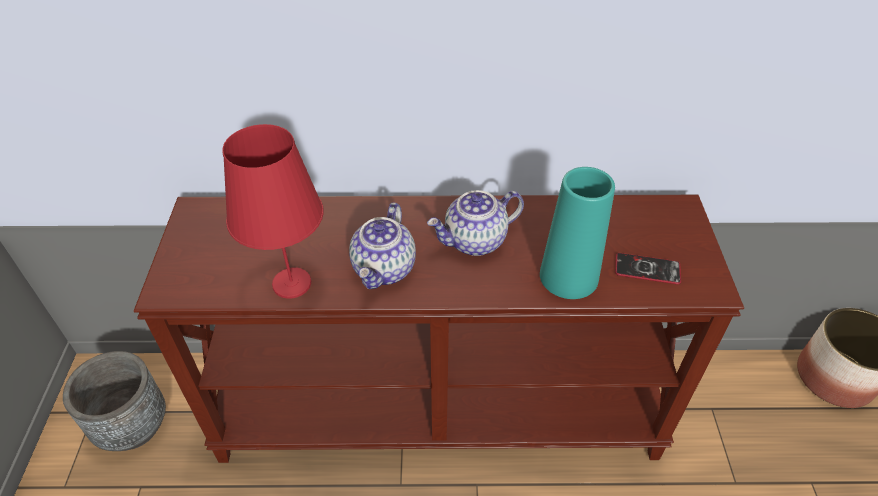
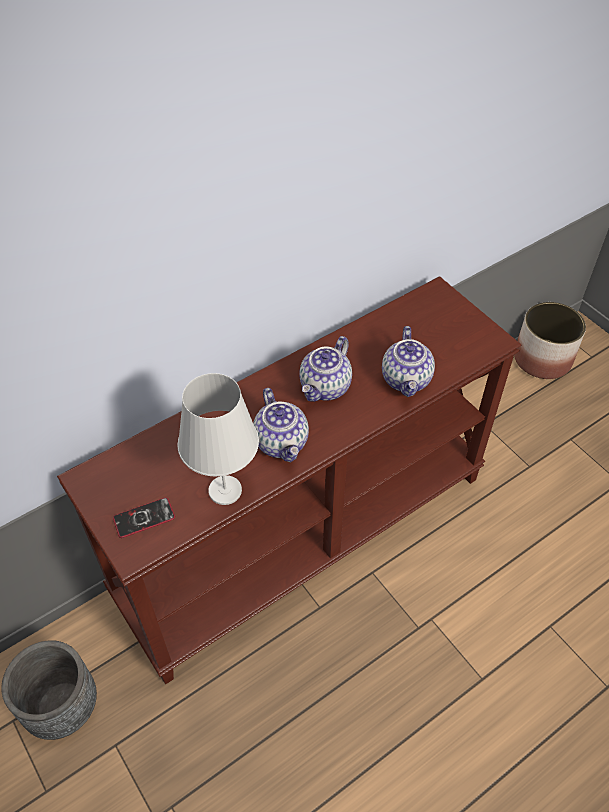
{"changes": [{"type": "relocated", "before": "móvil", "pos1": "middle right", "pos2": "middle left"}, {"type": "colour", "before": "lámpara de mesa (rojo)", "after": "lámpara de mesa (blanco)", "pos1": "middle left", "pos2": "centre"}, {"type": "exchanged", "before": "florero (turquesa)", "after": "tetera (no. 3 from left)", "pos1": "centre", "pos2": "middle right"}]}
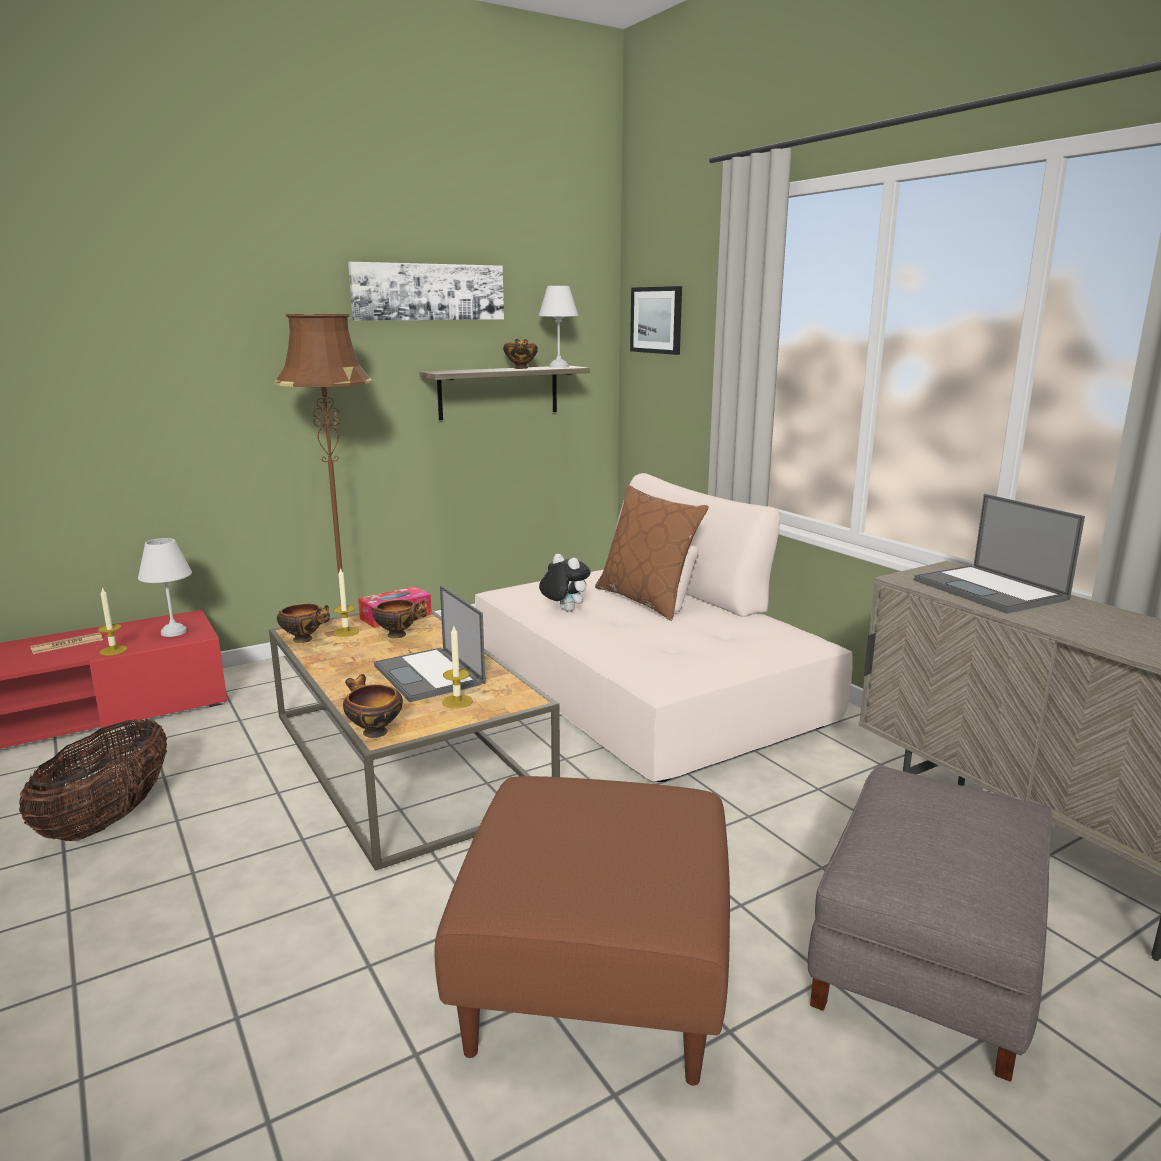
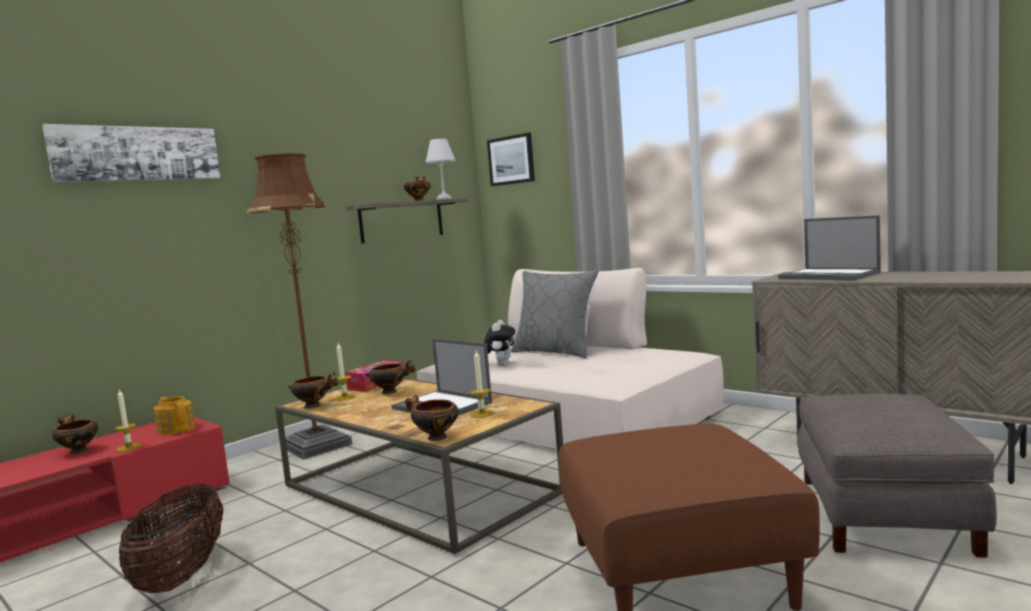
{"changes": [{"type": "relocated", "before": "cuadro (no. 1 from left)", "pos1": "top centre", "pos2": "top left"}, {"type": "exchanged", "before": "periódico", "after": "cuenco (no. 1 from left)", "pos1": "middle left", "pos2": "bottom left"}, {"type": "exchanged", "before": "lámpara de mesa (blanco) (no. 1 from left)", "after": "tetera", "pos1": "middle left", "pos2": "bottom left"}, {"type": "spun", "before": "peluche", "pos1": "centre", "pos2": "centre", "turn": 75}, {"type": "colour", "before": "cojín (marrón)", "after": "cojín (gris)", "pos1": "centre", "pos2": "centre"}]}
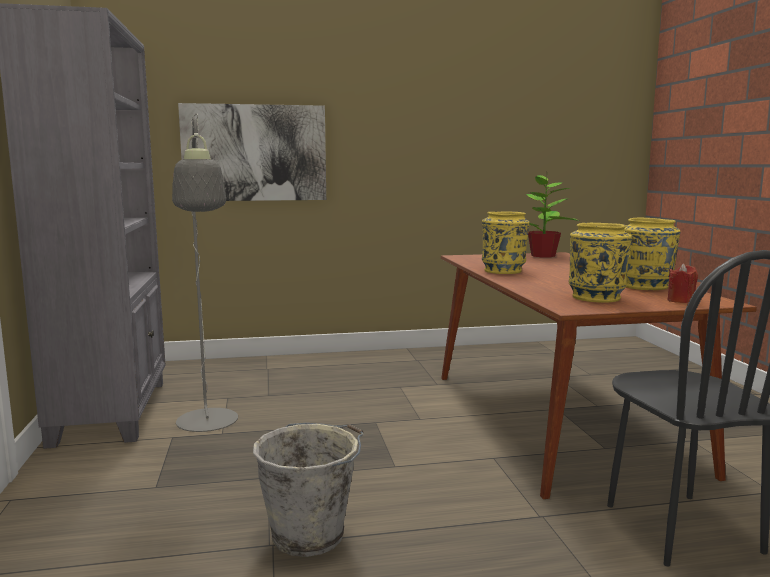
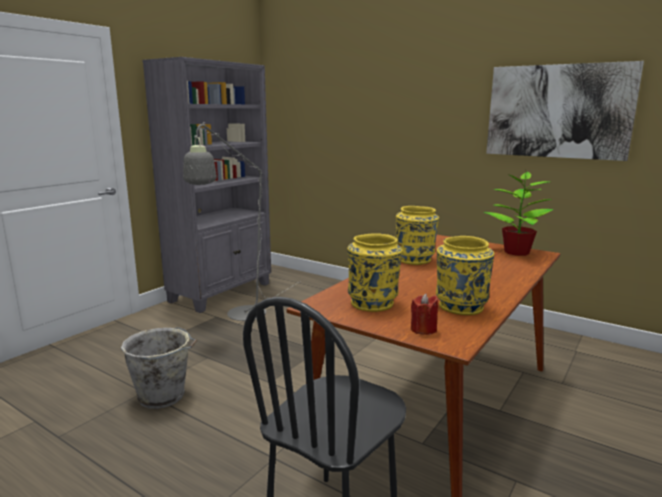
{"changes": [{"type": "relocated", "before": "cuadro", "pos1": "top left", "pos2": "top right"}]}
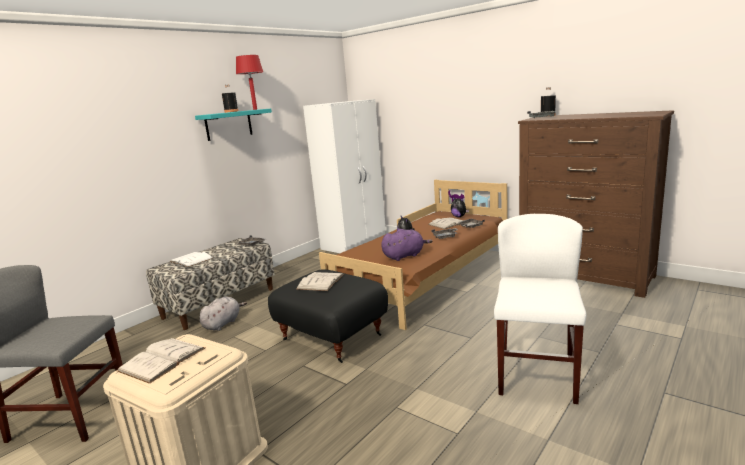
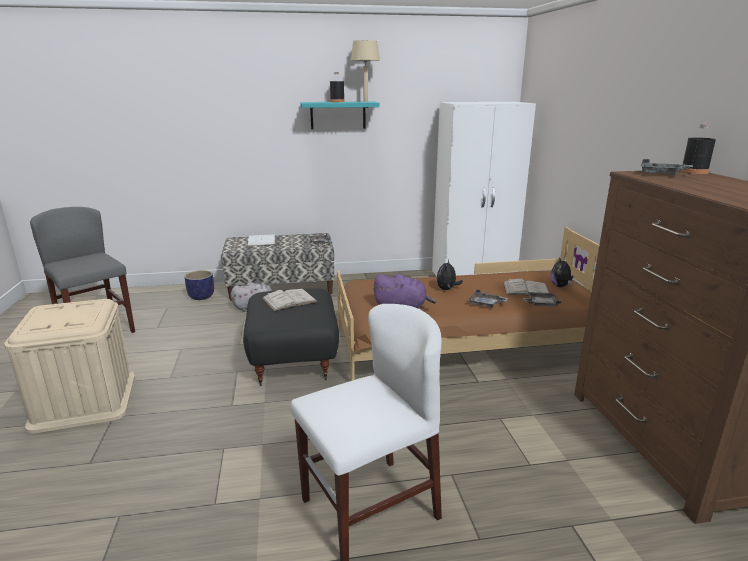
{"changes": [{"type": "appeared", "after": "maceta", "pos2": "middle left"}, {"type": "colour", "before": "lámpara de mesa (rojo)", "after": "lámpara de mesa (beis)", "pos1": "top centre", "pos2": "top centre"}, {"type": "missing", "before": "libro (blanco) (no. 1 from left)", "pos1": "bottom left"}]}
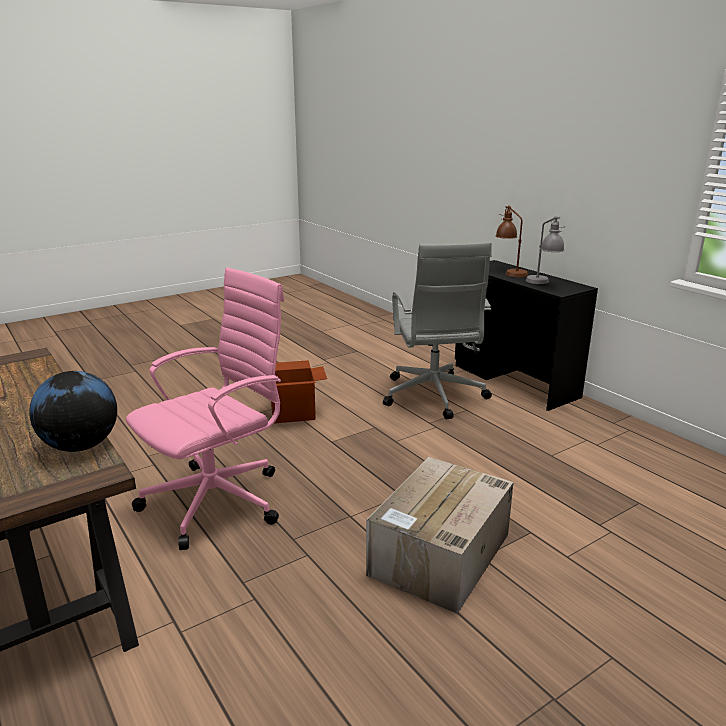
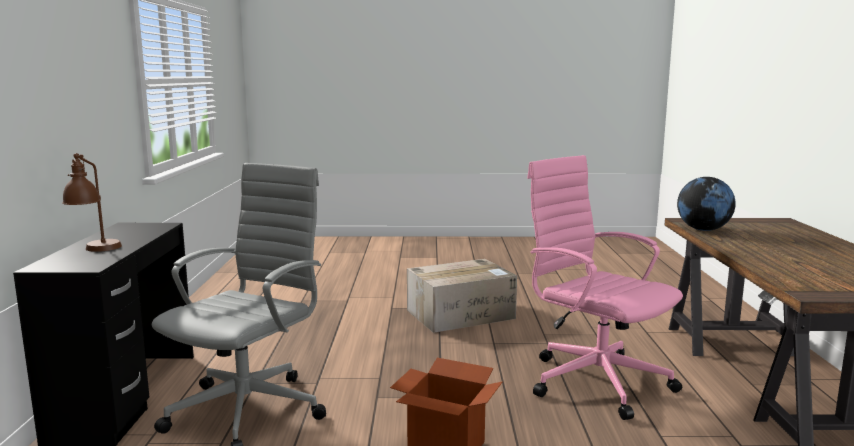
{"changes": [{"type": "spun", "before": "silla de oficina (rosa)", "pos1": "middle left", "pos2": "middle right", "turn": 60}, {"type": "missing", "before": "lámpara de mesa (gris)", "pos1": "middle right"}]}
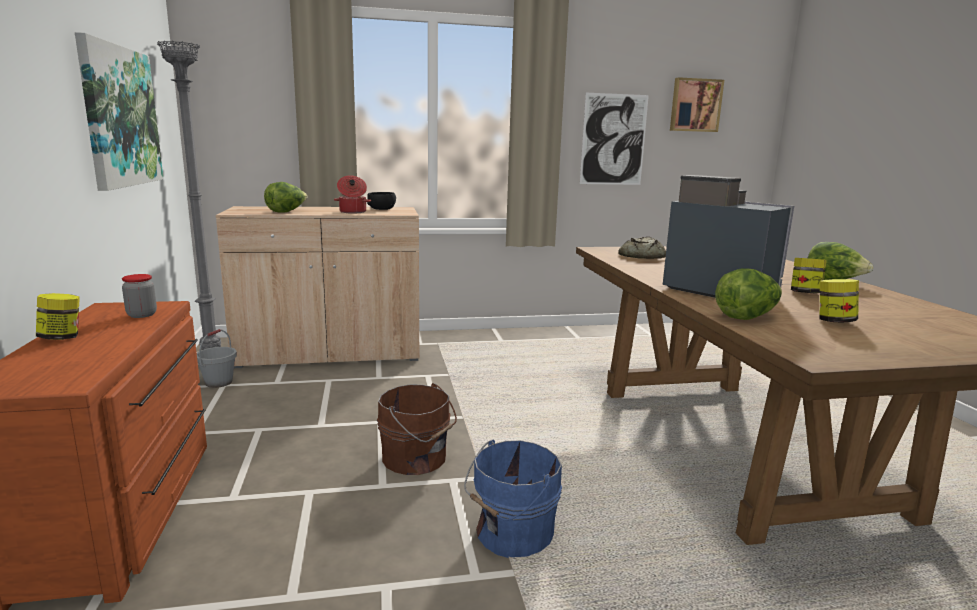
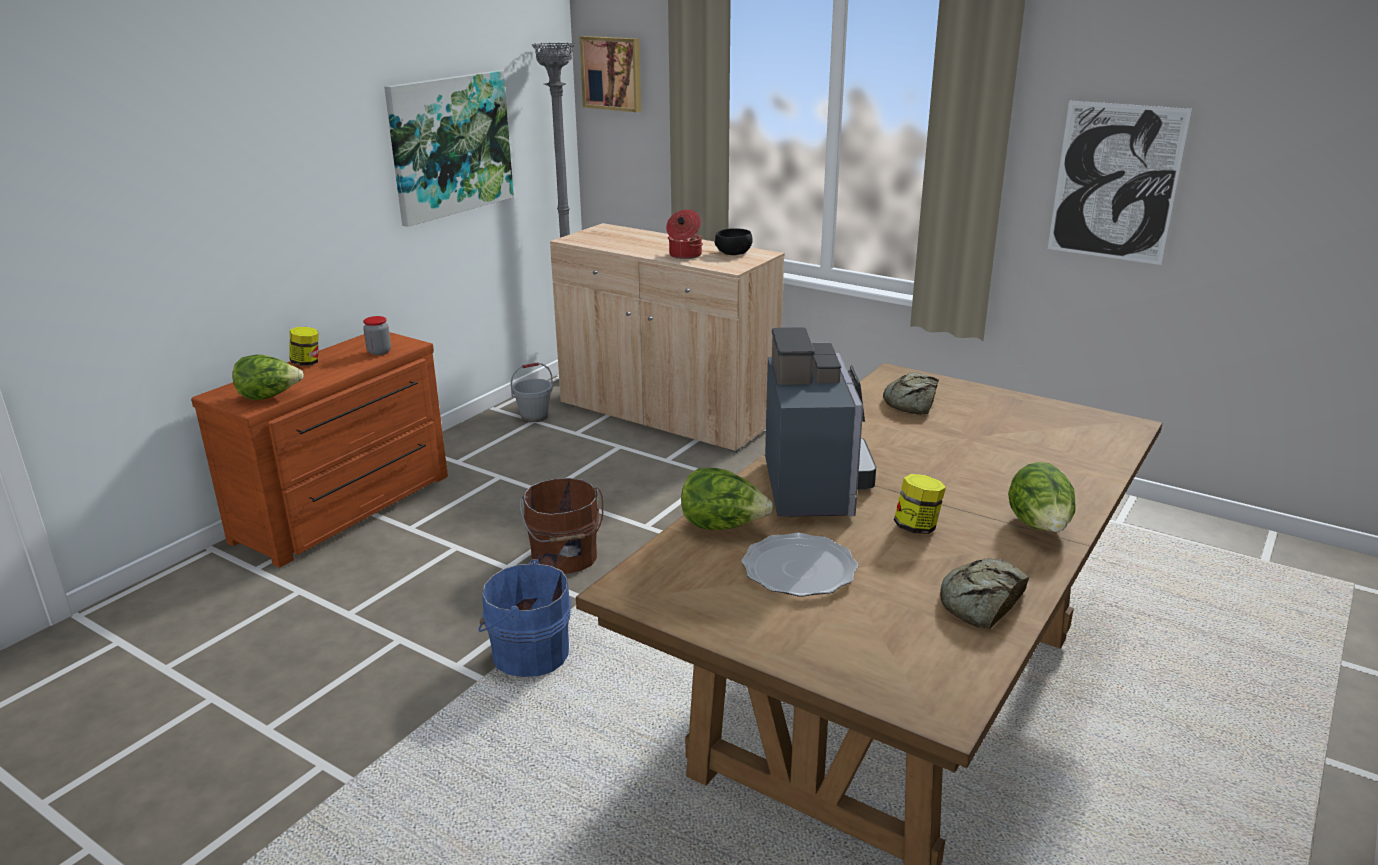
{"changes": [{"type": "relocated", "before": "lechuga (no. 1 from left)", "pos1": "top left", "pos2": "middle left"}, {"type": "relocated", "before": "cuadro (no. 3 from left in the first image)", "after": "cuadro (no. 2 from left)", "pos1": "top right", "pos2": "top centre"}, {"type": "exchanged", "before": "tarro (no. 4 from left)", "after": "plato", "pos1": "middle right", "pos2": "centre"}, {"type": "appeared", "after": "pan (no. 2 from left)", "pos2": "bottom right"}]}
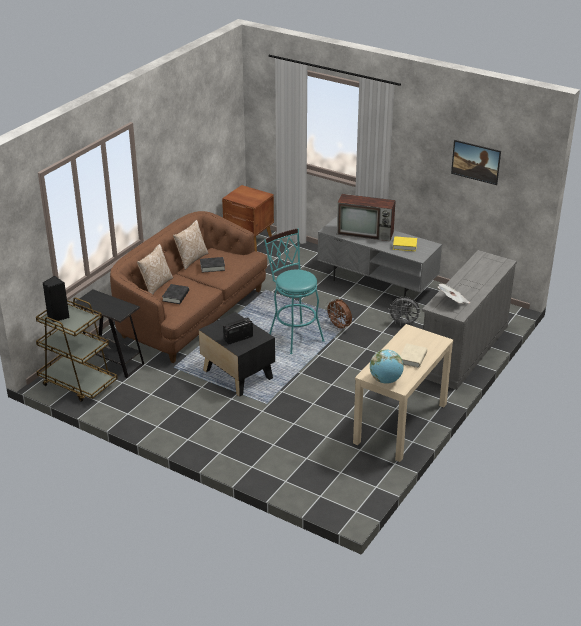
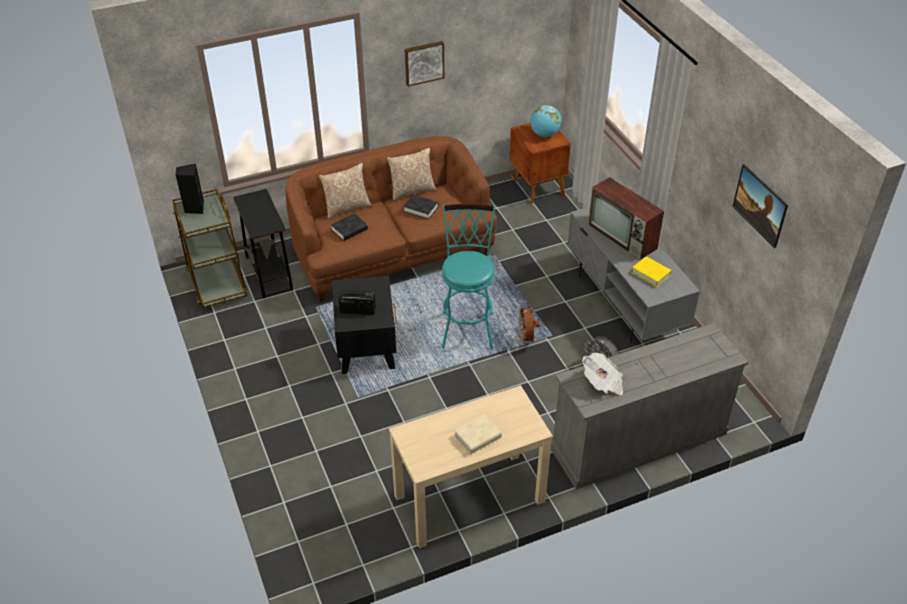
{"changes": [{"type": "appeared", "after": "cuadro (no. 1 from left)", "pos2": "top centre"}, {"type": "relocated", "before": "globo terráqueo", "pos1": "centre", "pos2": "top centre"}]}
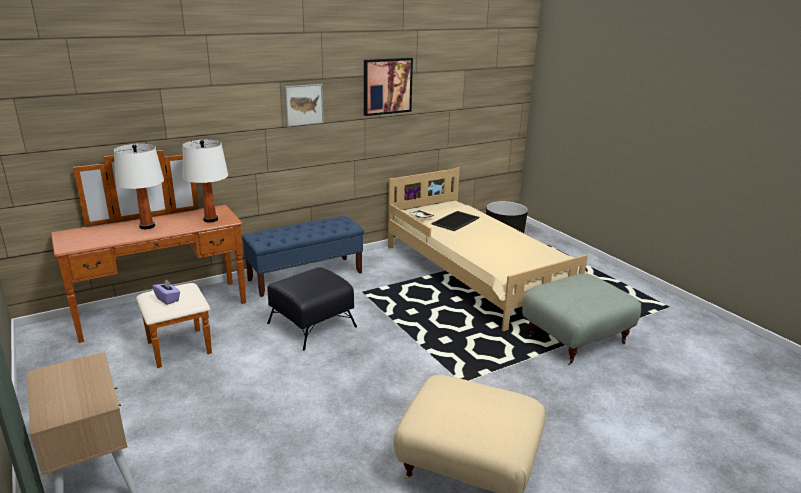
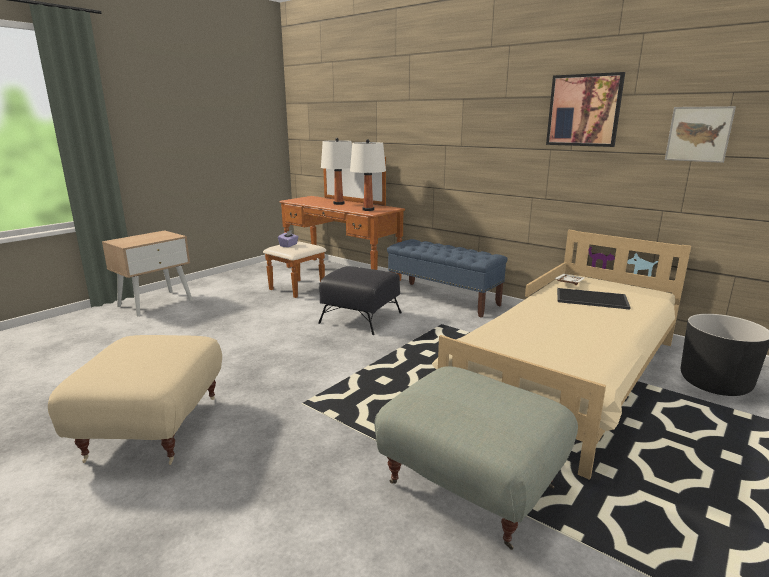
{"changes": [{"type": "relocated", "before": "cuadro (no. 1 from left in the first image)", "after": "cuadro (no. 2 from left)", "pos1": "top centre", "pos2": "top right"}]}
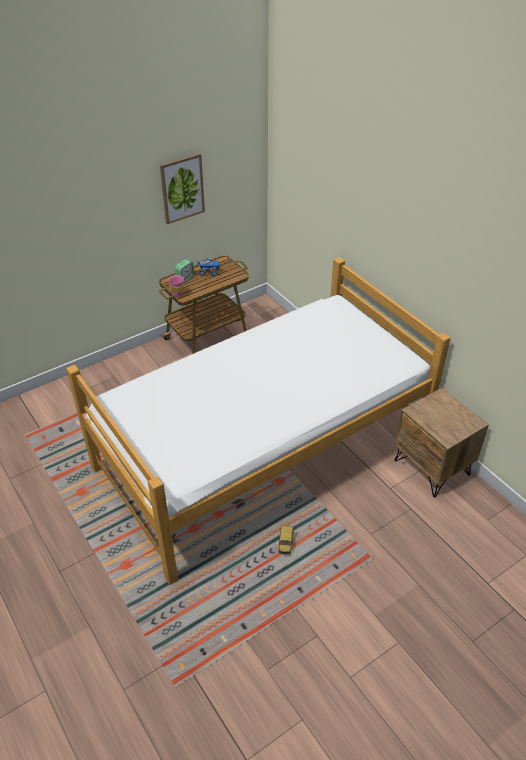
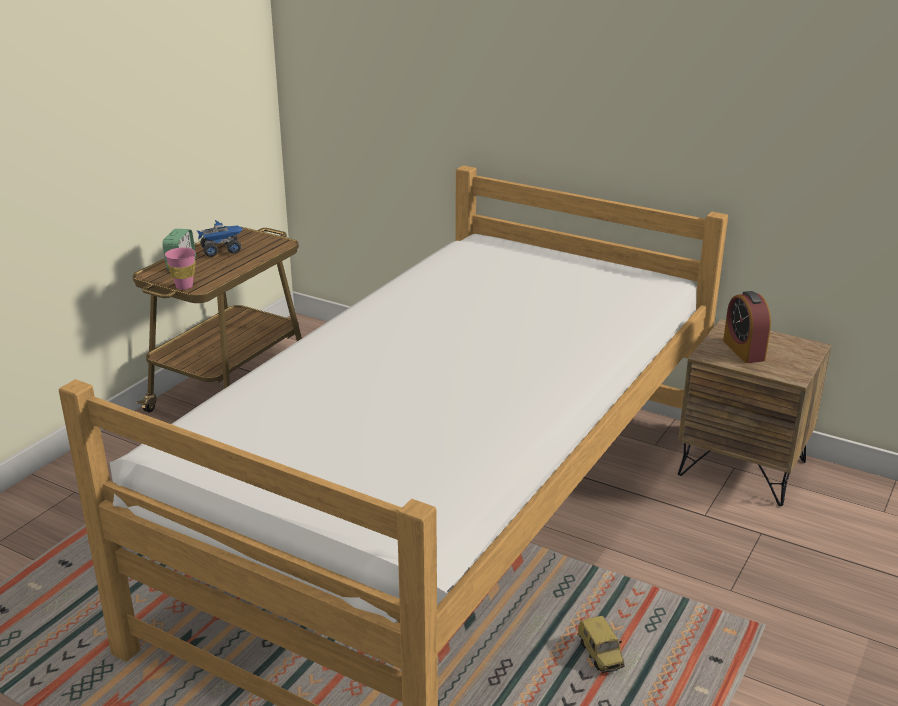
{"changes": [{"type": "appeared", "after": "despertador (no. 2 from left)", "pos2": "middle right"}, {"type": "missing", "before": "cuadro", "pos1": "top centre"}]}
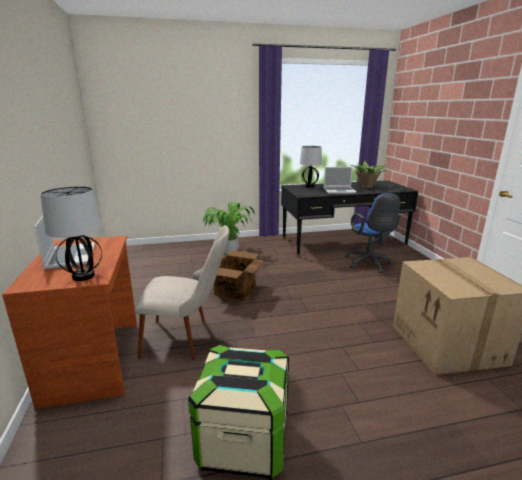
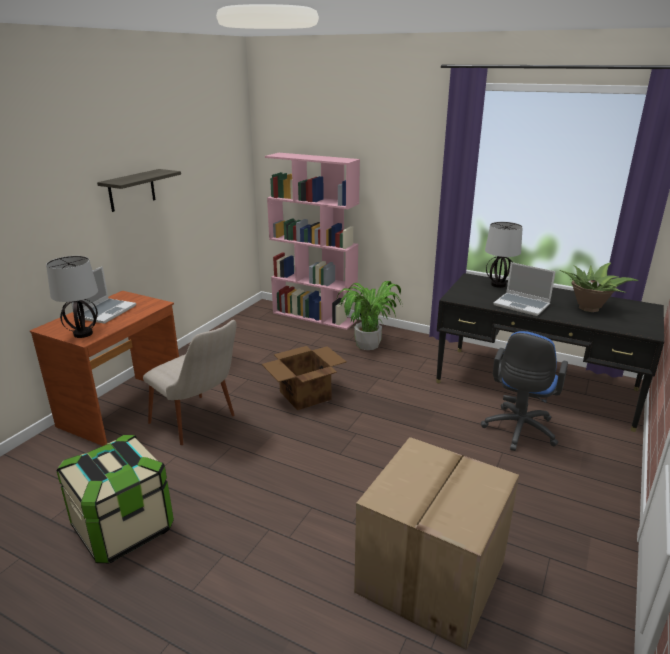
{"changes": [{"type": "appeared", "after": "estante", "pos2": "top left"}, {"type": "appeared", "after": "estantería (rosa)", "pos2": "centre"}]}
